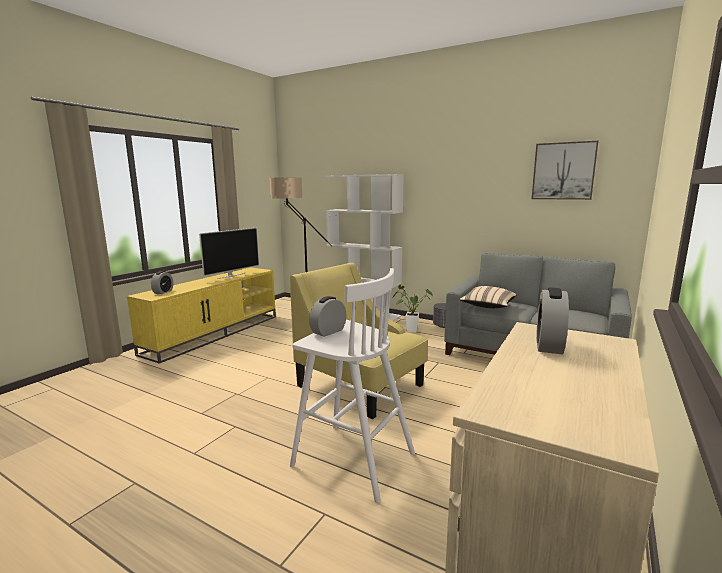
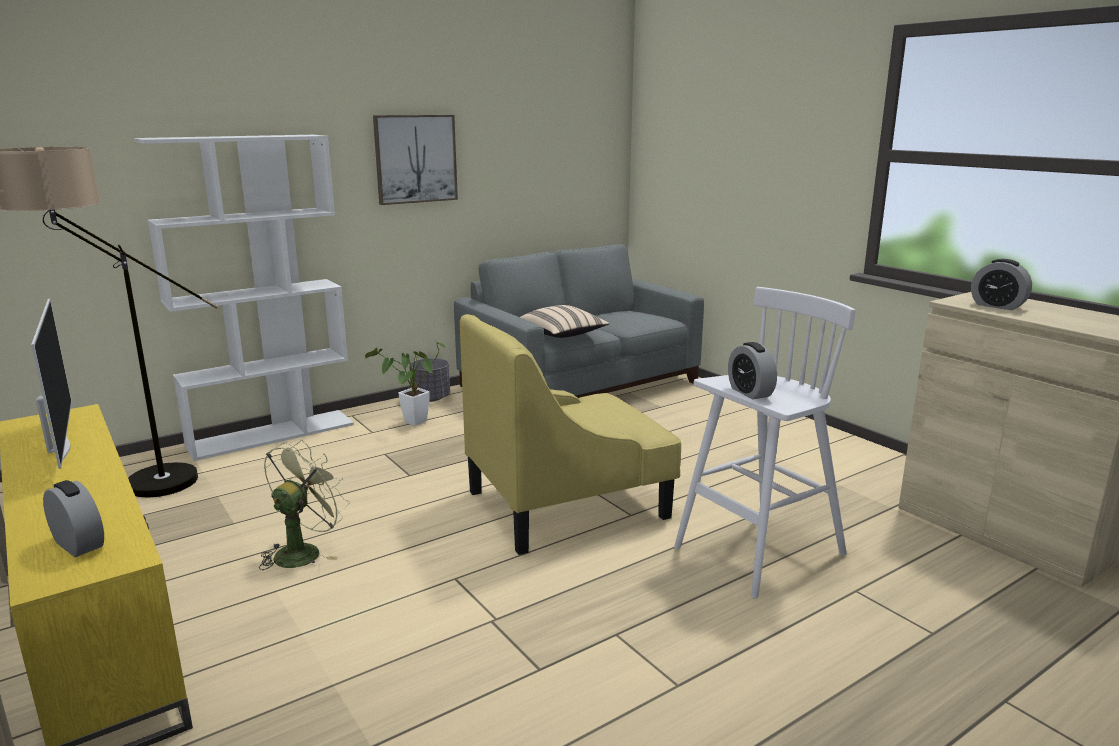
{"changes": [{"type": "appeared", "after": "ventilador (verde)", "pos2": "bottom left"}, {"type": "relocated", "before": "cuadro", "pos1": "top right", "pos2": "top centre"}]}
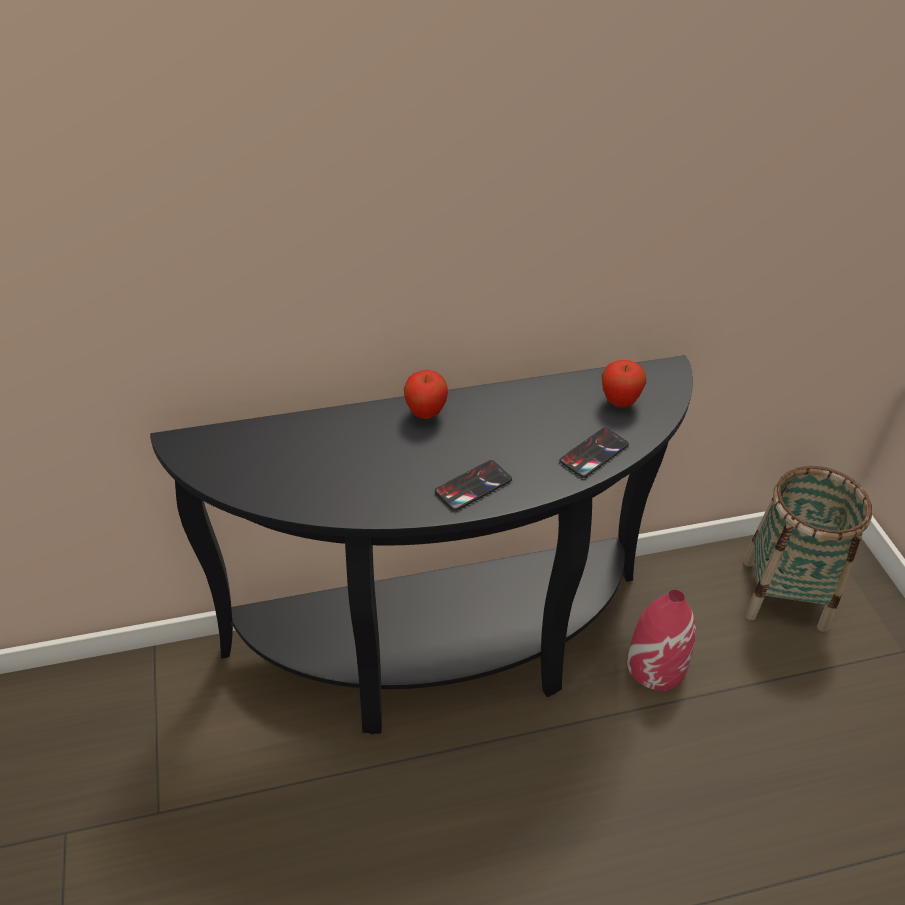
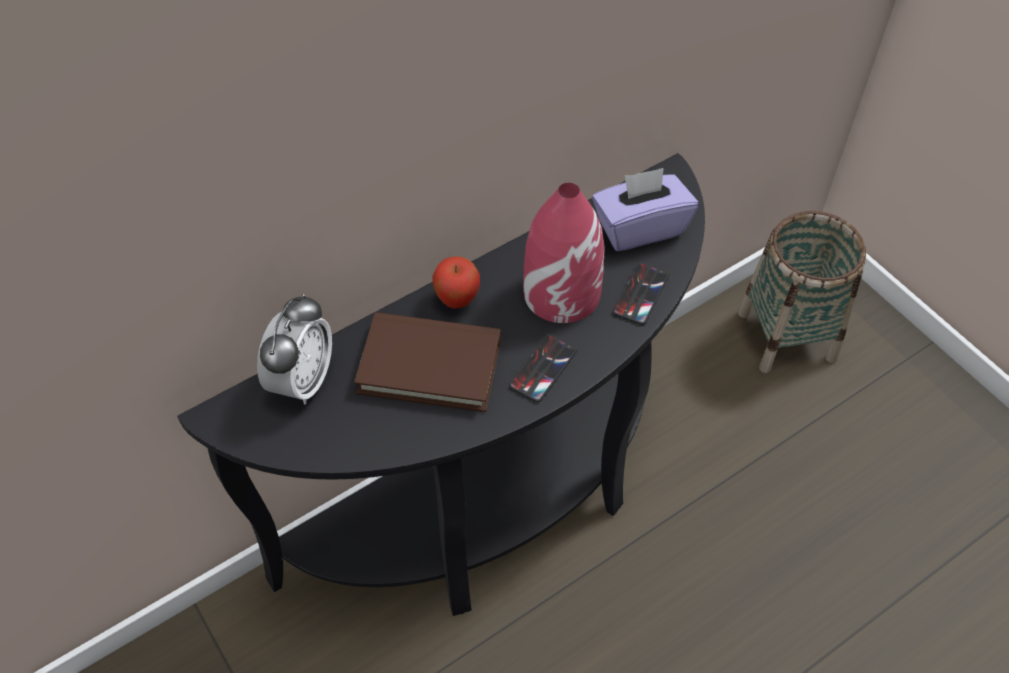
{"changes": [{"type": "appeared", "after": "despertador", "pos2": "middle left"}, {"type": "appeared", "after": "libro (marrón)", "pos2": "centre"}, {"type": "relocated", "before": "florero (rojo)", "pos1": "bottom right", "pos2": "centre"}, {"type": "exchanged", "before": "manzana (no. 2 from left)", "after": "caja de pañuelos (morado)", "pos1": "middle right", "pos2": "top centre"}]}
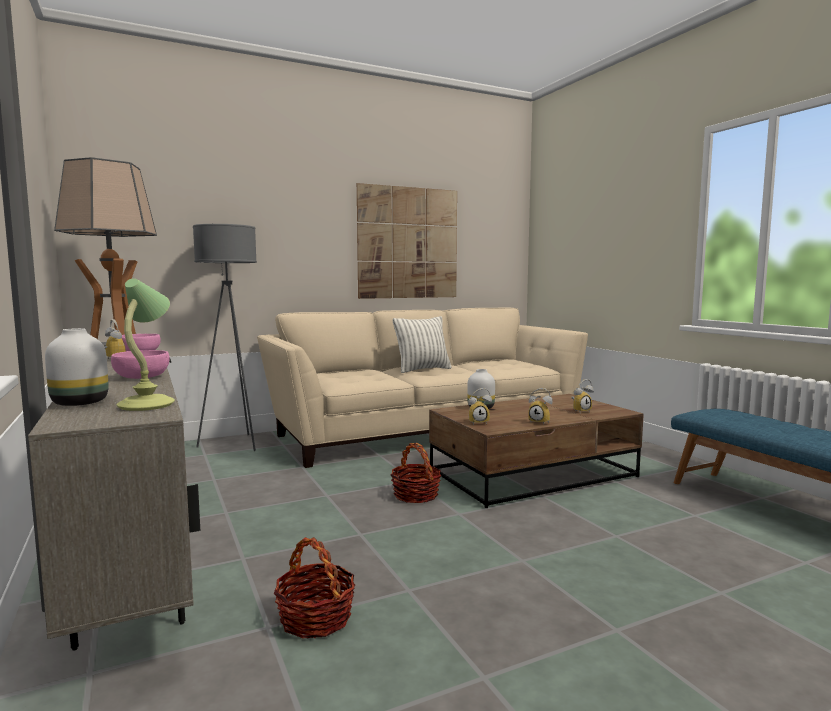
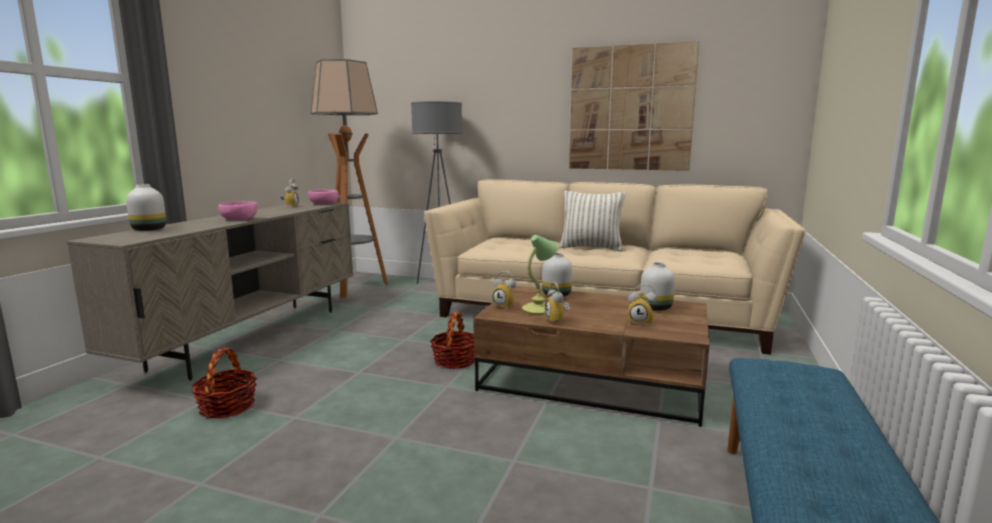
{"changes": [{"type": "relocated", "before": "lámpara de mesa", "pos1": "middle left", "pos2": "centre"}, {"type": "appeared", "after": "florero (blanco) (no. 3 from left)", "pos2": "centre"}]}
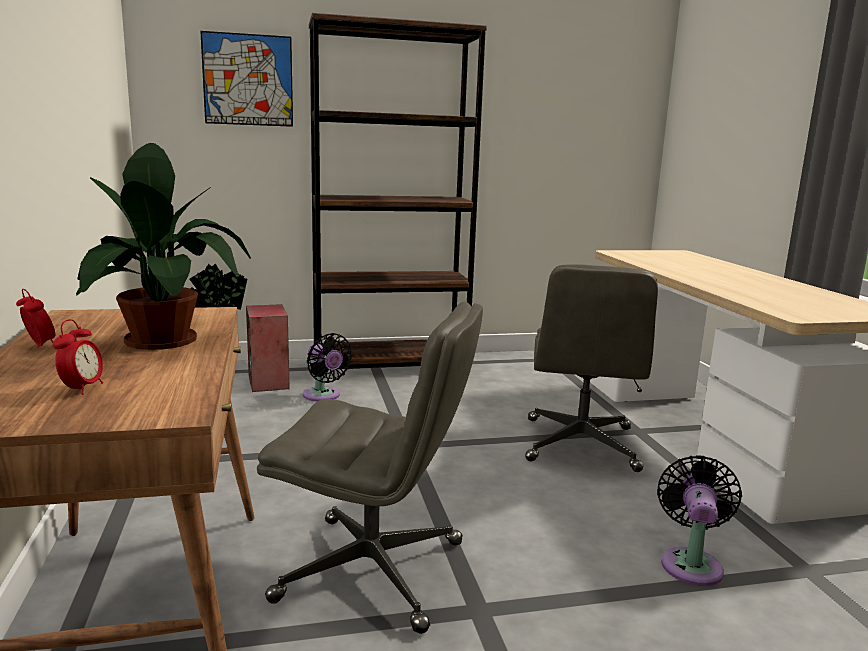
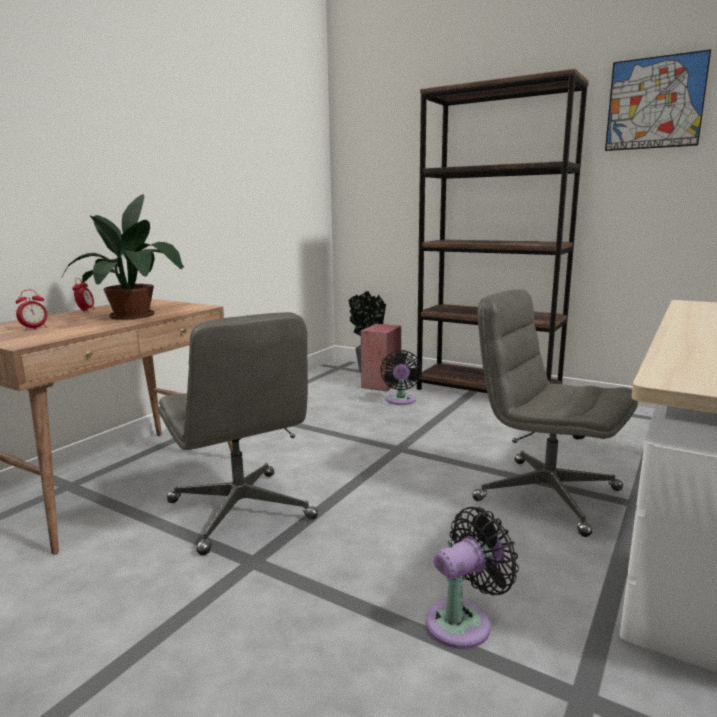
{"changes": [{"type": "spun", "before": "silla de oficina (gris) (no. 2 from left)", "pos1": "middle right", "pos2": "middle right", "turn": 75}, {"type": "relocated", "before": "cuadro", "pos1": "top left", "pos2": "top right"}]}
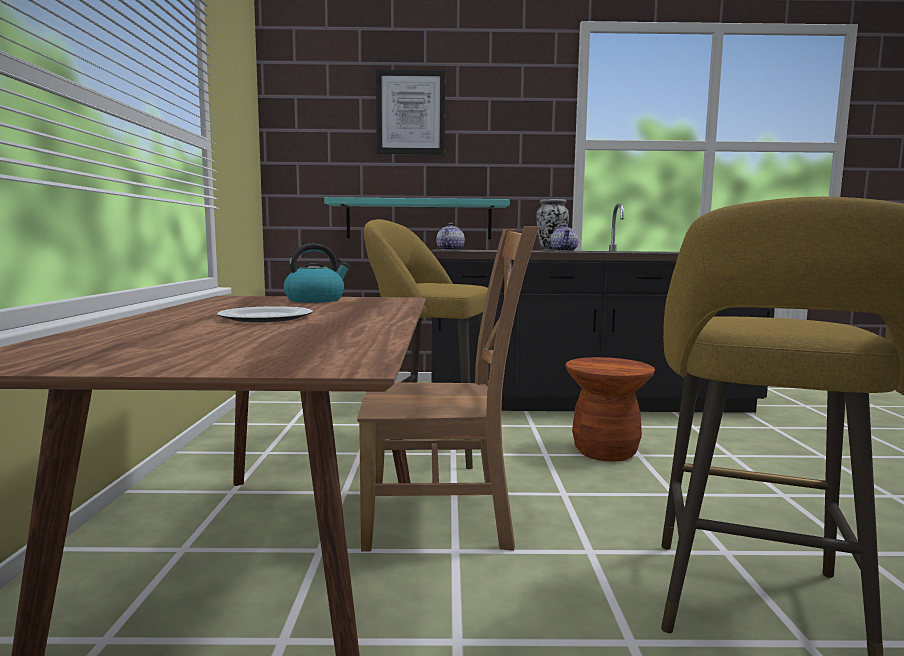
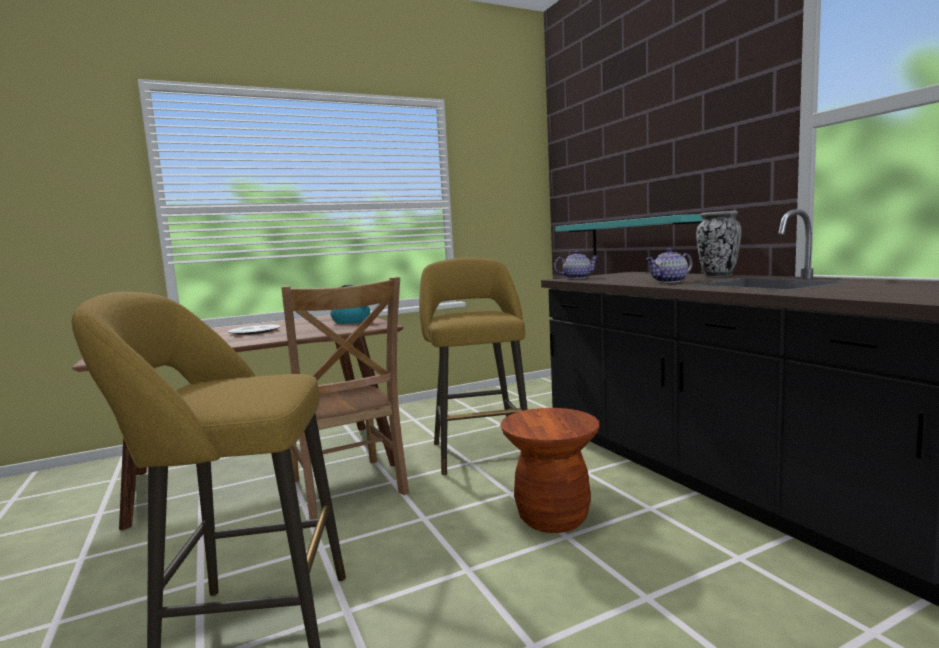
{"changes": [{"type": "missing", "before": "cuadro", "pos1": "top centre"}]}
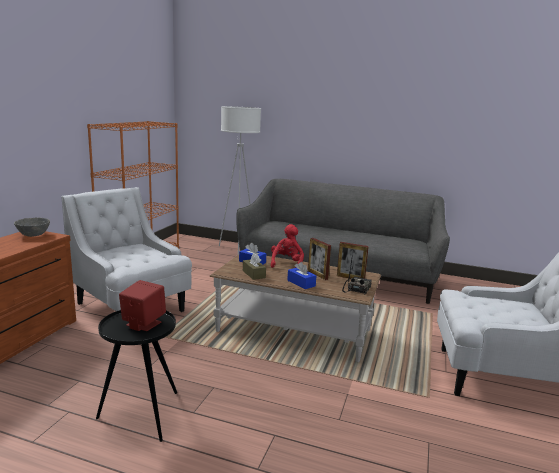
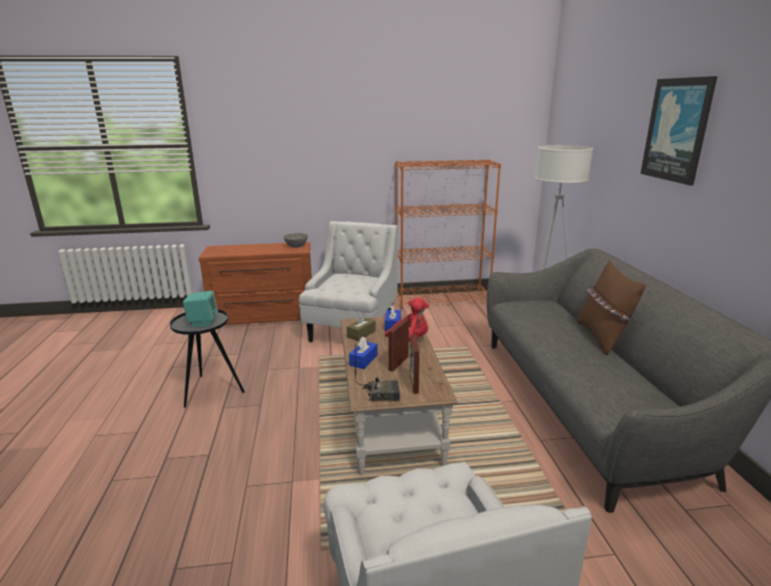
{"changes": [{"type": "colour", "before": "altavoz (rojo)", "after": "altavoz (turquesa)", "pos1": "middle left", "pos2": "middle left"}, {"type": "appeared", "after": "cojín (marrón)", "pos2": "middle right"}, {"type": "appeared", "after": "cuadro", "pos2": "top right"}]}
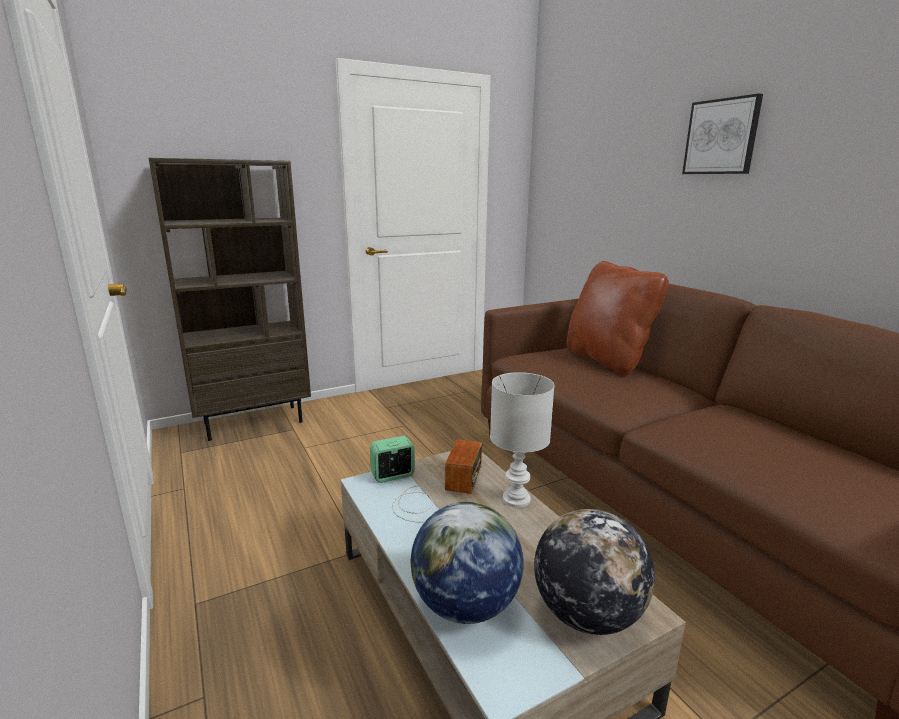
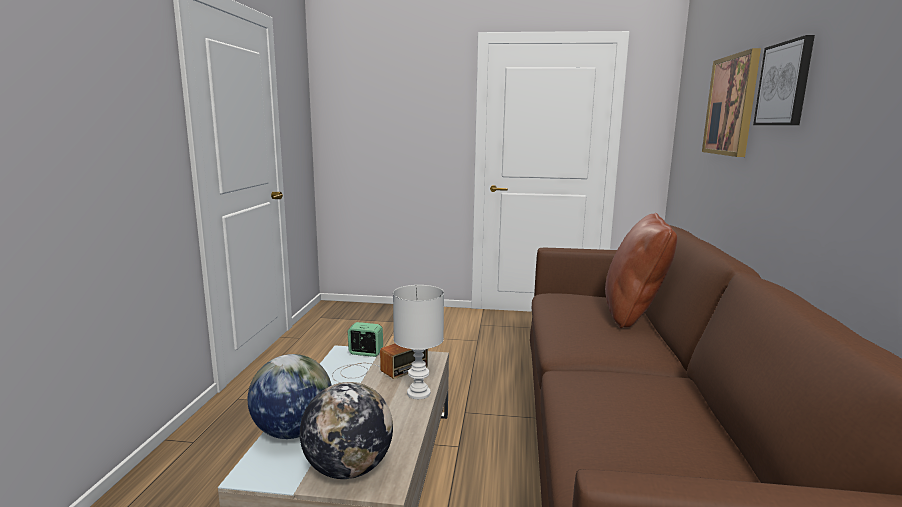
{"changes": [{"type": "appeared", "after": "cuadro (no. 1 from left)", "pos2": "top right"}, {"type": "missing", "before": "estantería (marrón)", "pos1": "middle left"}]}
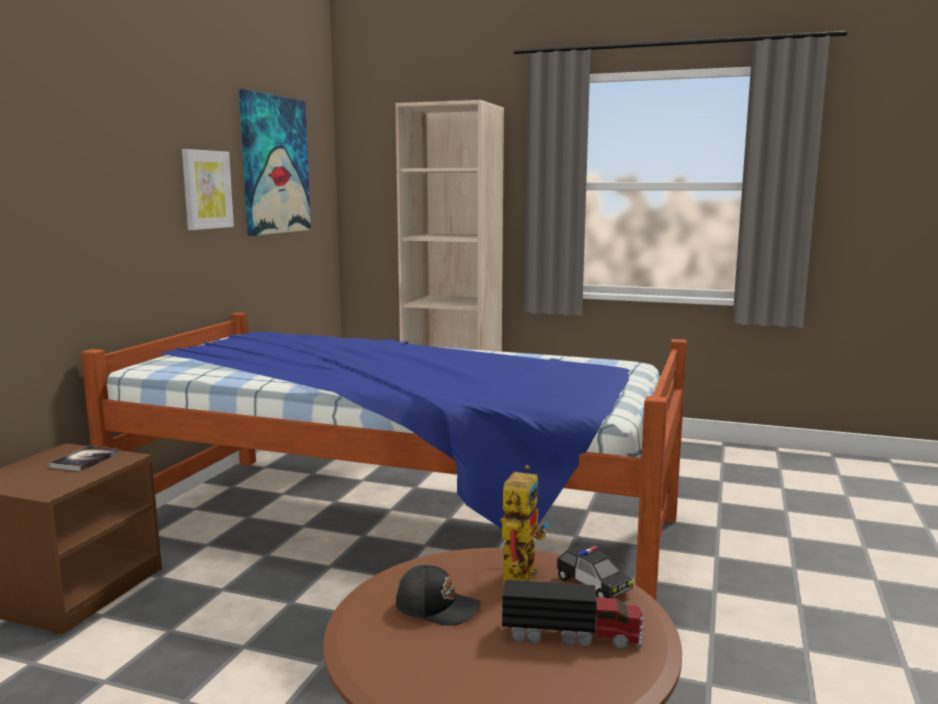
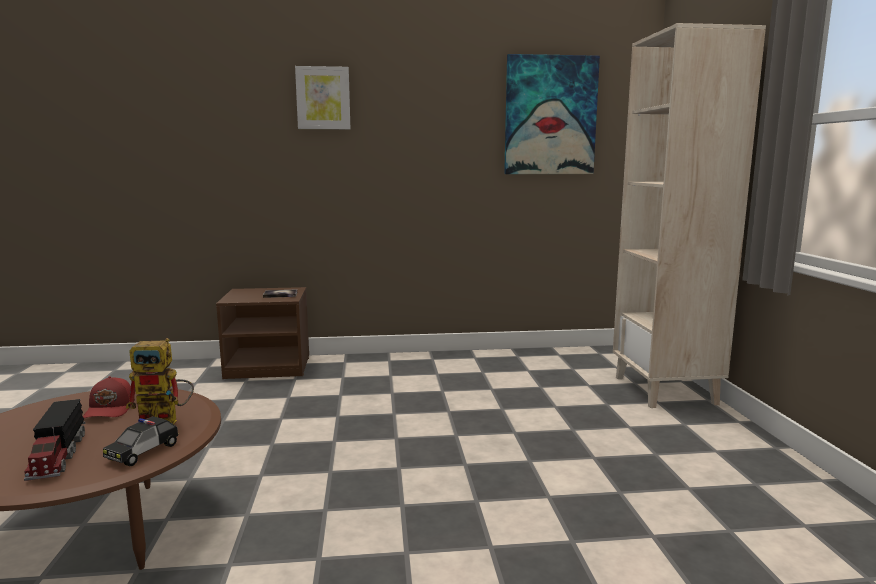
{"changes": [{"type": "colour", "before": "gorra (negro)", "after": "gorra (rojo)", "pos1": "bottom centre", "pos2": "bottom left"}, {"type": "relocated", "before": "cuadro (no. 1 from left)", "pos1": "top left", "pos2": "top centre"}, {"type": "missing", "before": "cama", "pos1": "centre"}]}
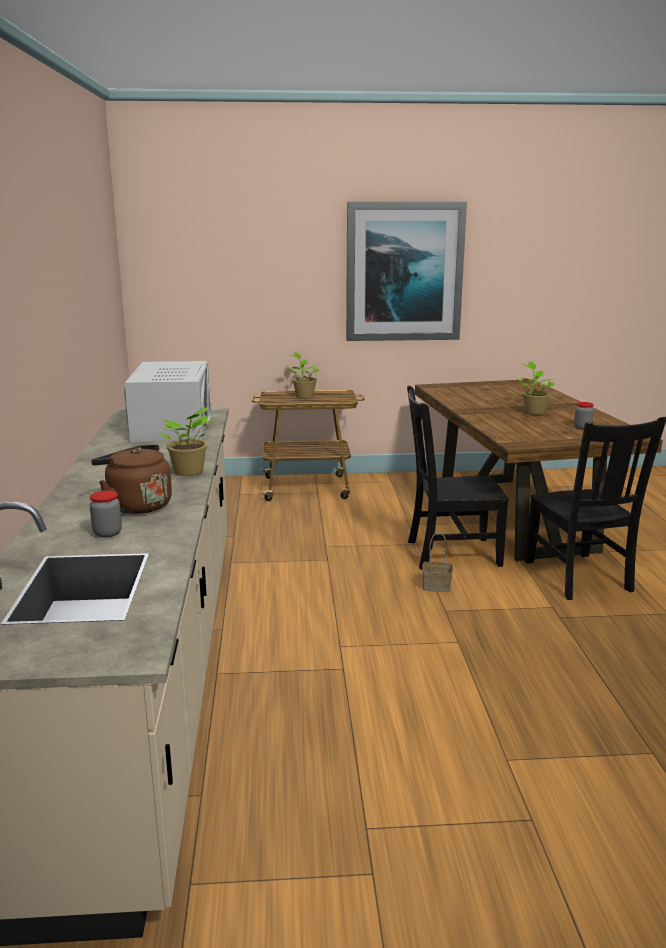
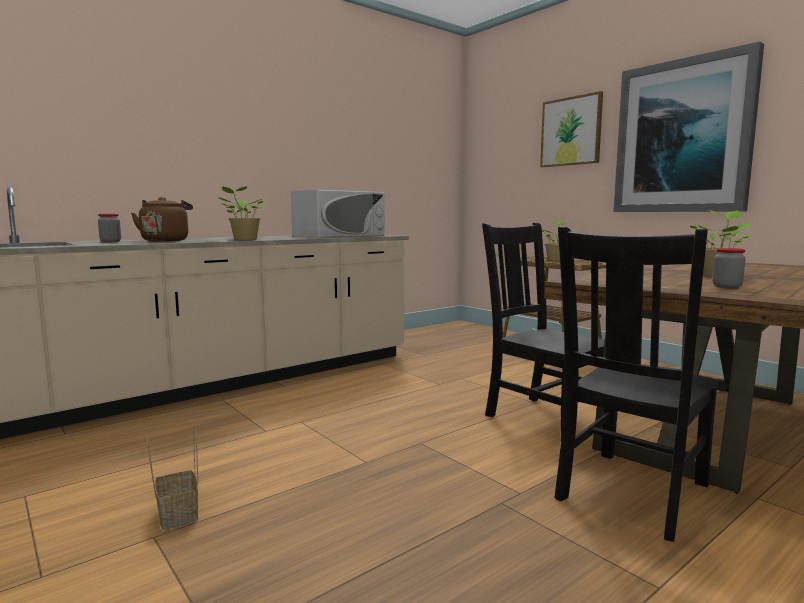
{"changes": [{"type": "relocated", "before": "cesta", "pos1": "centre", "pos2": "bottom left"}, {"type": "appeared", "after": "cuadro (no. 1 from left)", "pos2": "top right"}]}
